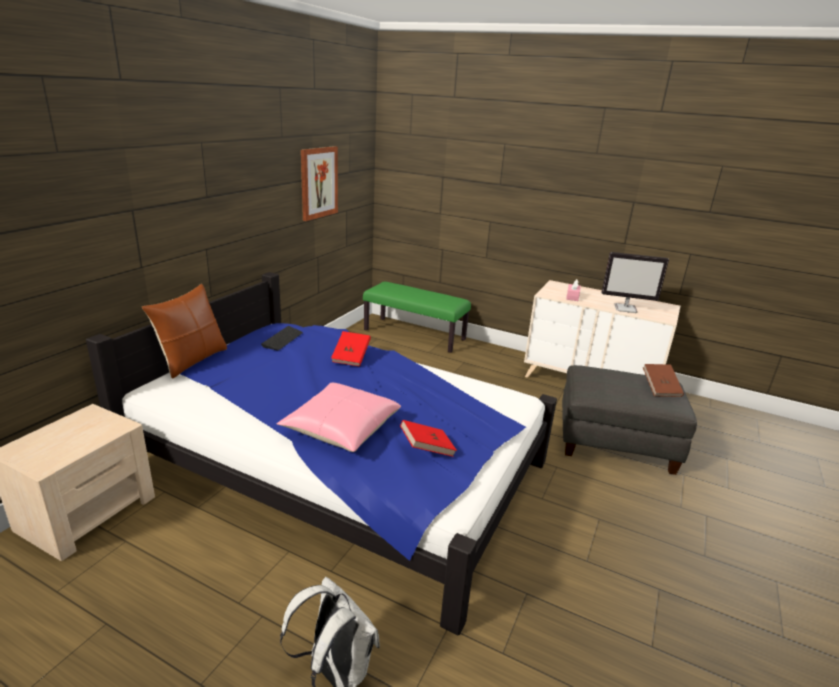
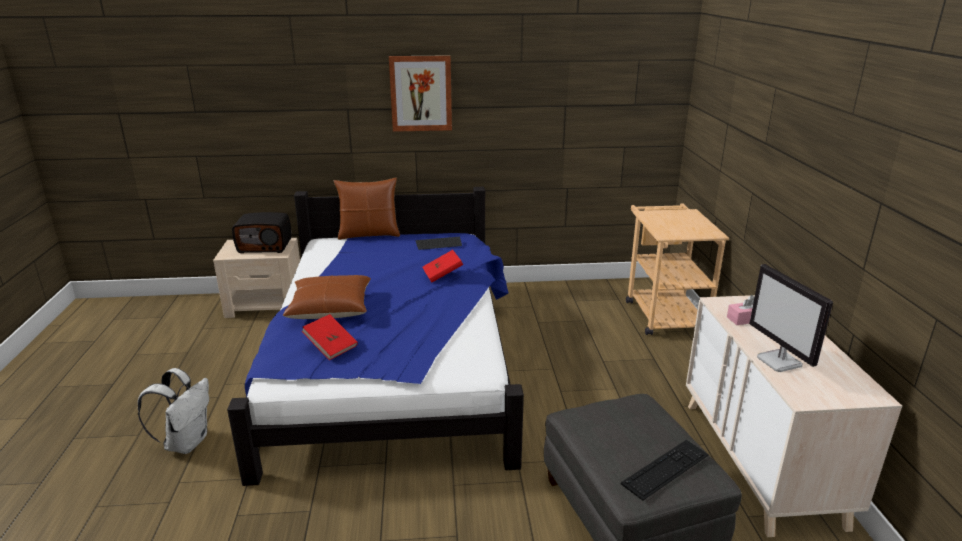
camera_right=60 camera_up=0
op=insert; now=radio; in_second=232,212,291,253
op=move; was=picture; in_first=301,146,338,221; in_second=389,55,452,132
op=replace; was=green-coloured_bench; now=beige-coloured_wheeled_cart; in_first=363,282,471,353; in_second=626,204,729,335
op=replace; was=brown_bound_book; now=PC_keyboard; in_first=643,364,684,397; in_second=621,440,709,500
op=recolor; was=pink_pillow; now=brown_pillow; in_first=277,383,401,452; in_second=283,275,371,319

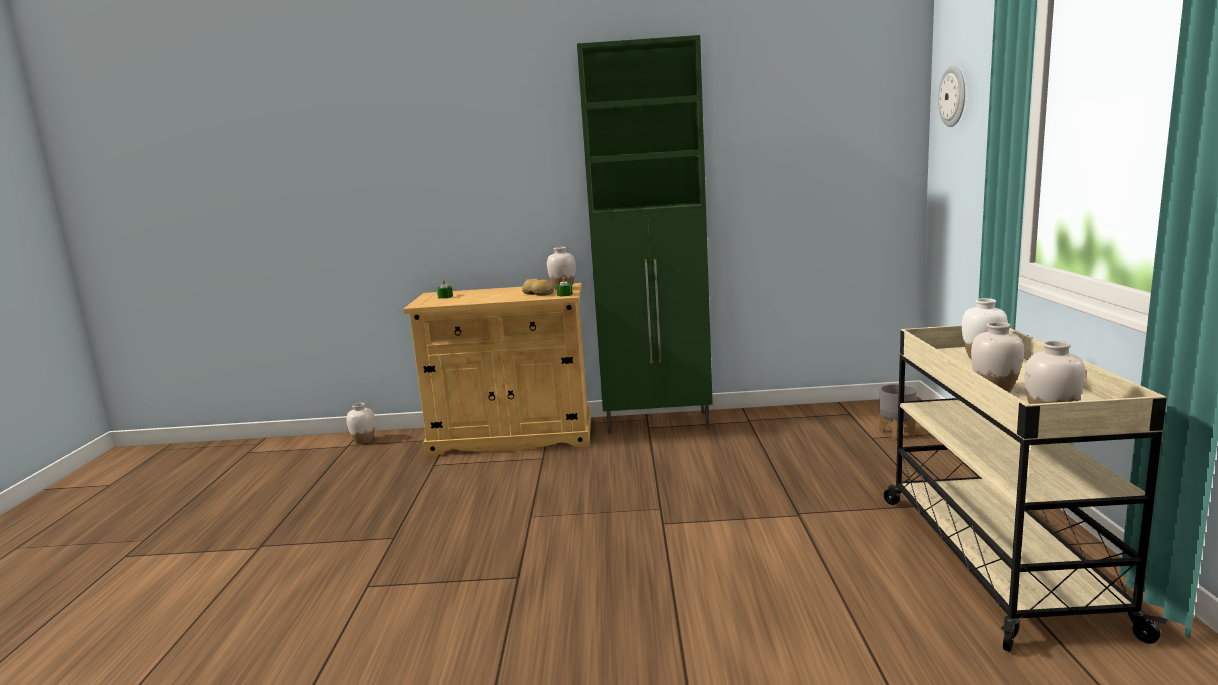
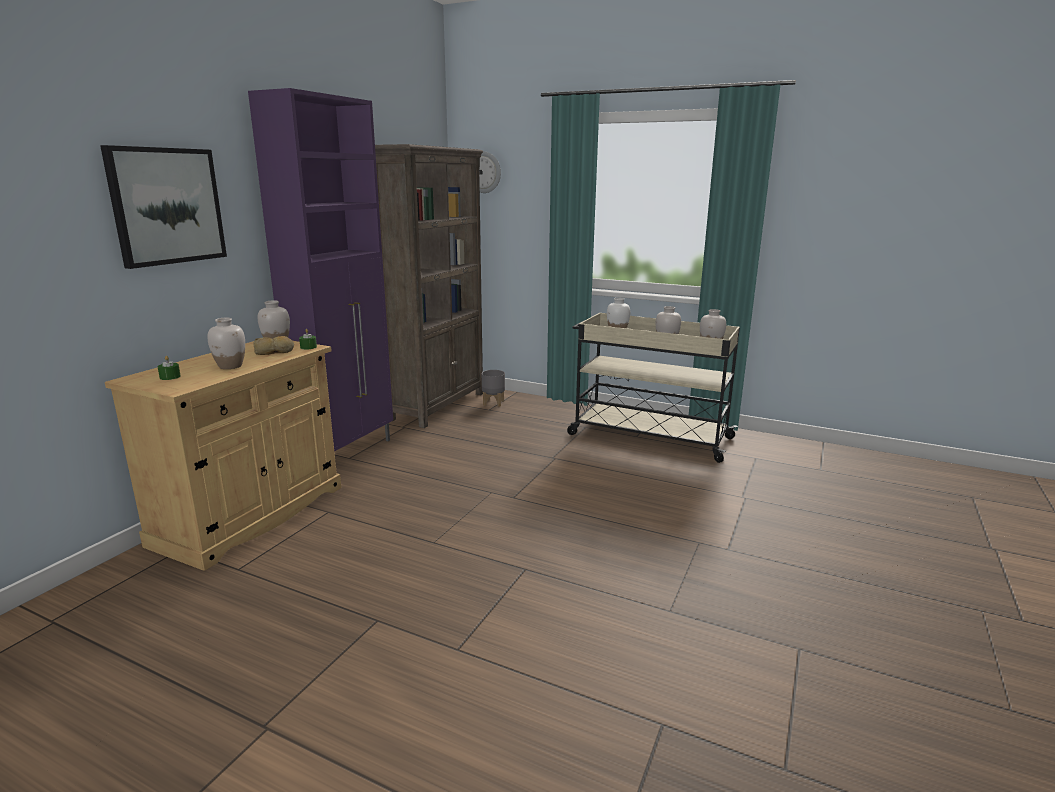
camera_right=-65 camera_up=5
op=insert; now=picture; in_second=100,145,227,269
op=insert; now=brown_bookcase; in_second=375,144,483,428
op=move; was=whitish_vase; in_first=346,403,375,444; in_second=207,318,245,369
op=recolor; was=green-coloured_cabinet; now=purple-coloured_cabinet; in_first=577,35,713,434; in_second=248,88,393,451

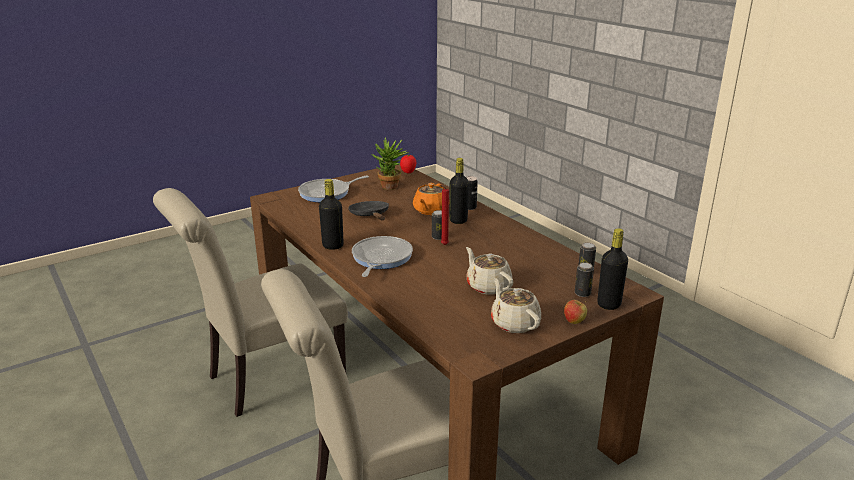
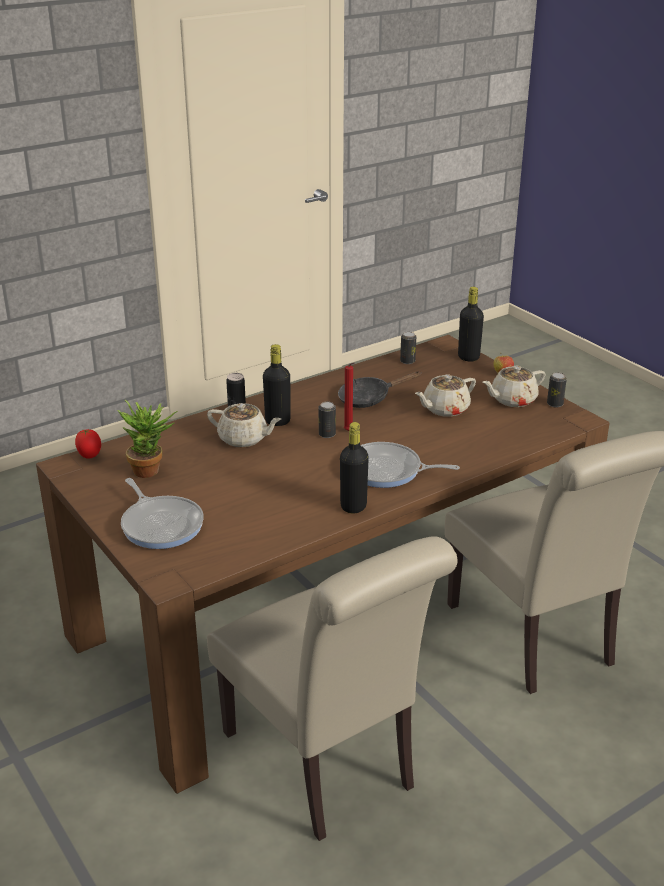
camera_right=-90 camera_up=5
op=move; was=blackish_skillet; in_first=349,201,389,220; in_second=338,371,421,408
op=move; was=sealed_can; in_first=575,262,594,297; in_second=547,372,567,407
op=recolor; was=orange_pot_for_tea; now=beige-coloured_pot_for_tea; in_first=413,183,450,215; in_second=207,403,281,448

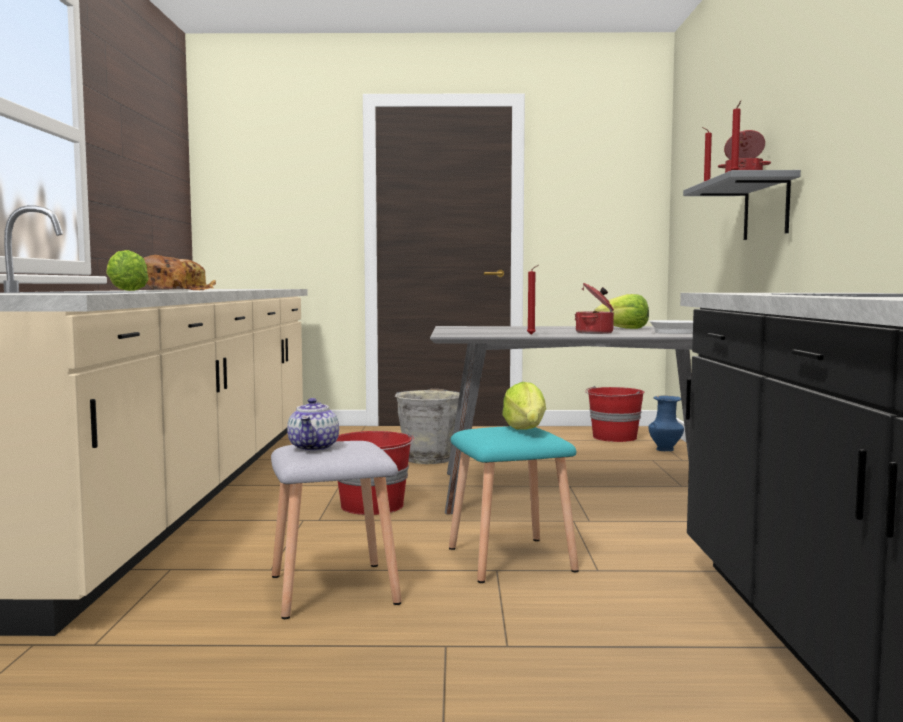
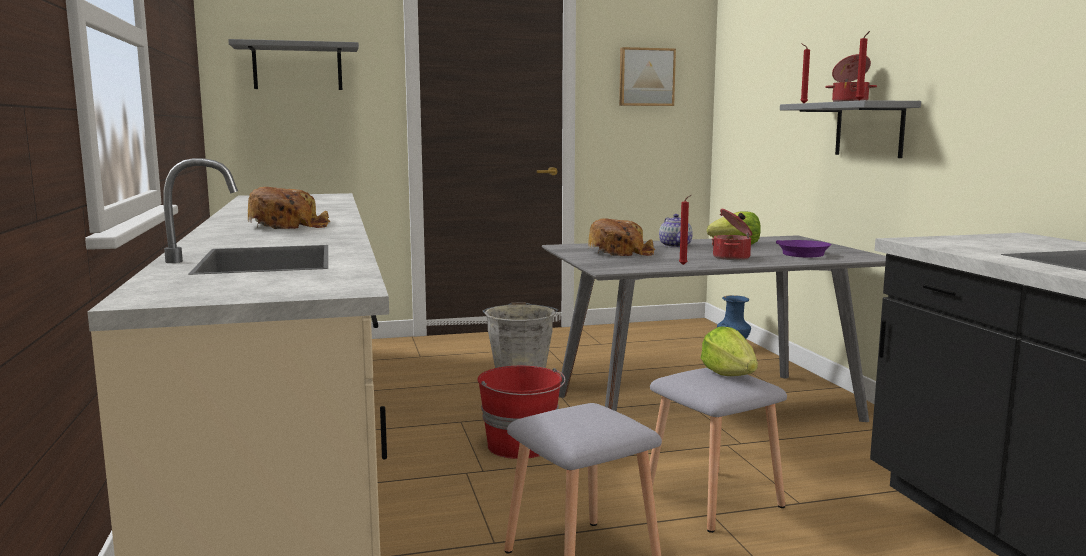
camera_right=-15 camera_up=5
op=delete; was=head_of_lettuce; in_first=106,250,149,291
op=delete; was=red_pail; in_first=585,386,644,442
op=insert; now=grey_shelf; in_second=228,39,359,90
op=insert; now=bakery_bread; in_second=588,218,655,256
op=insert; now=picture; in_second=619,47,676,106
op=move; was=pot_for_tea; in_first=287,398,339,451; in_second=659,214,693,248
op=recolor; was=turquoise-coloured_sitting_stool; now=grey_sitting_stool; in_first=449,426,579,583; in_second=650,368,787,533
op=recolor; was=whitish_skillet; now=purple-coloured_skillet; in_first=649,320,693,334; in_second=776,240,831,257

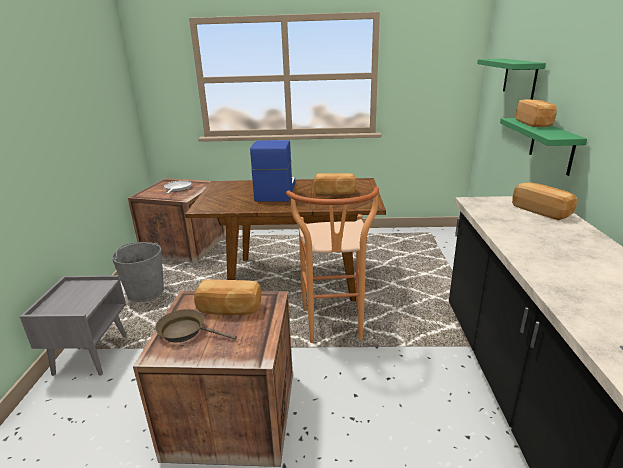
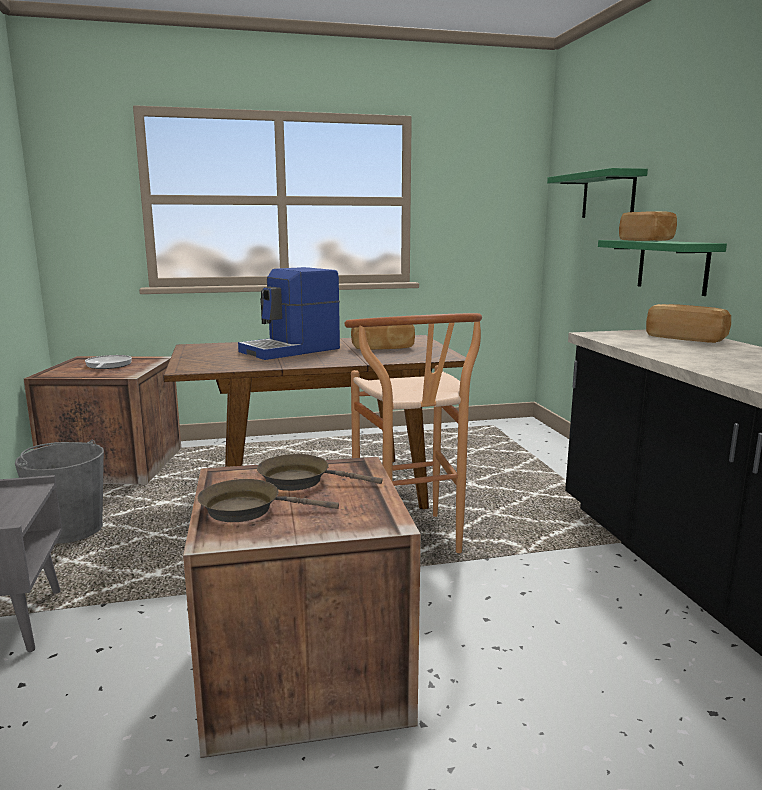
camera_right=-15 camera_up=-10
op=replace; was=bakery_bread; now=brown_skillet; in_first=194,279,262,315; in_second=257,454,382,491
op=rotate; was=coffee_machine; in_first=250,140,295,201; in_second=238,267,340,360; clockwise=-120

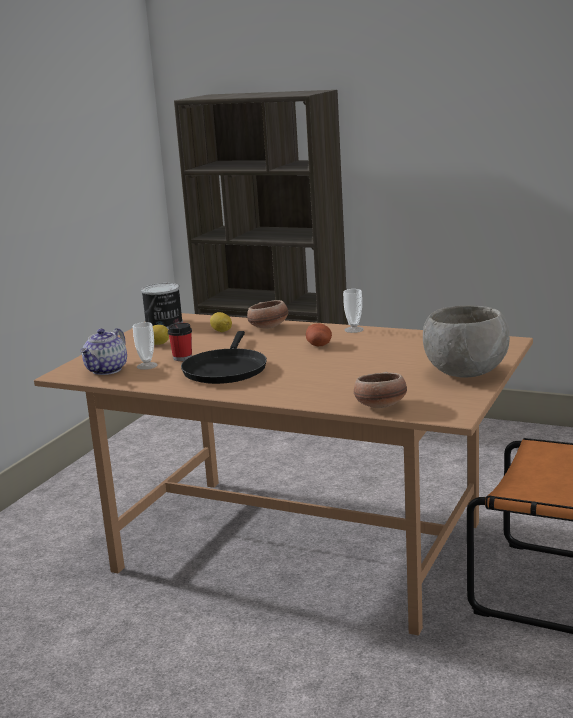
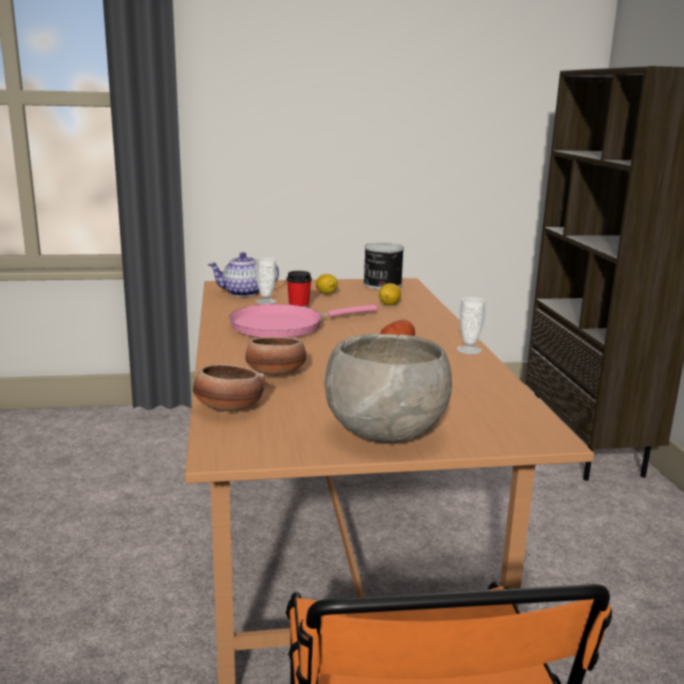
camera_right=55 camera_up=0
op=move; was=bowl; in_first=247,300,288,329; in_second=245,337,306,376
op=recolor; was=blackish_skillet; now=pink_skillet; in_first=181,331,267,384; in_second=229,304,378,338

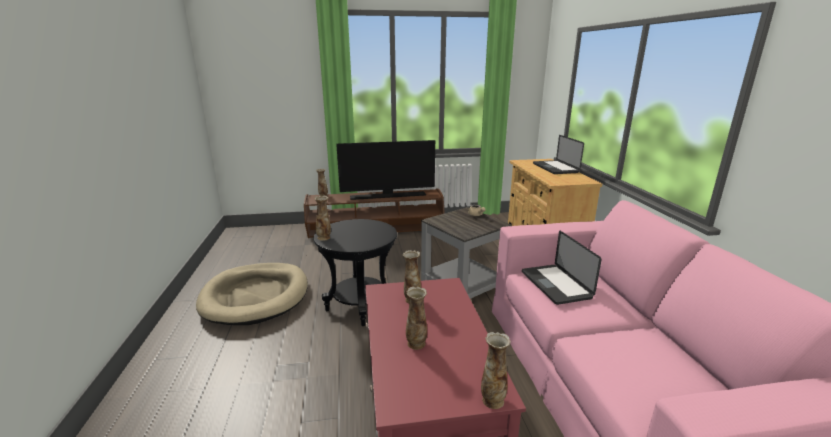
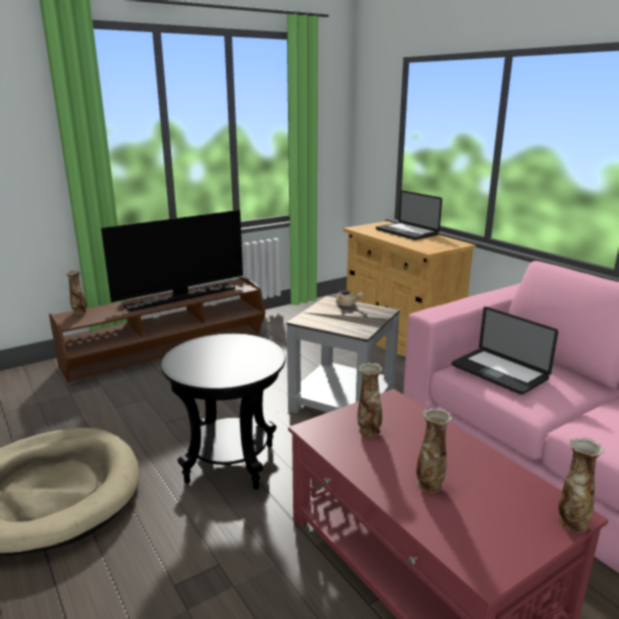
camera_right=-25 camera_up=0
op=delete; was=vase; in_first=315,196,331,241

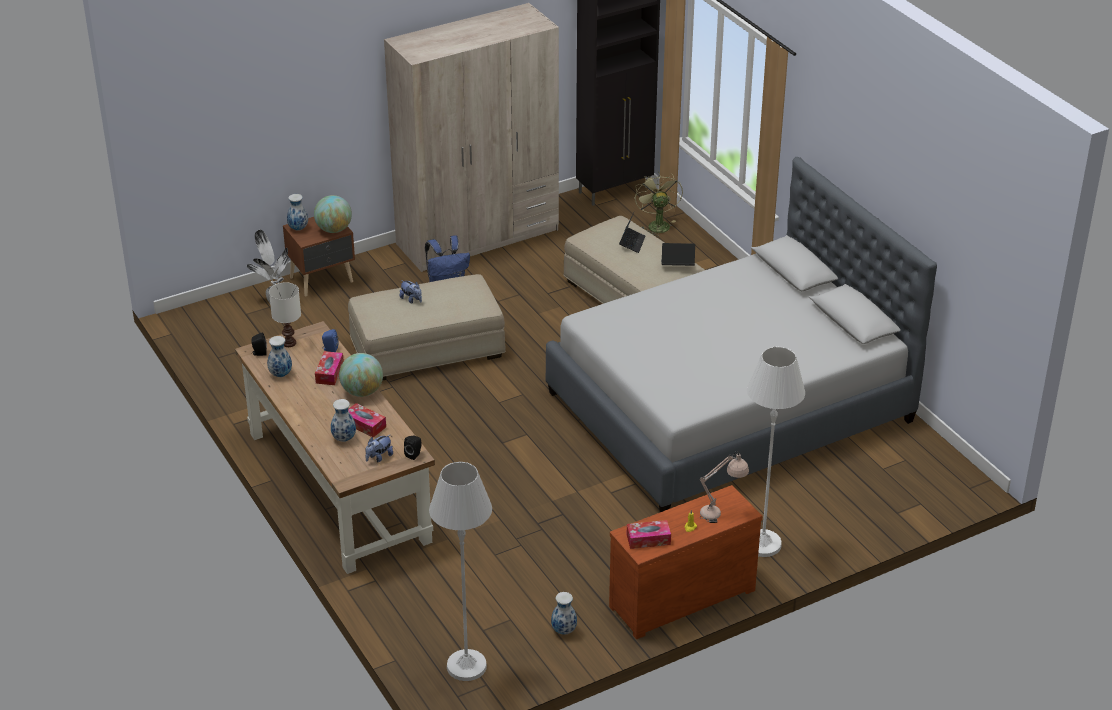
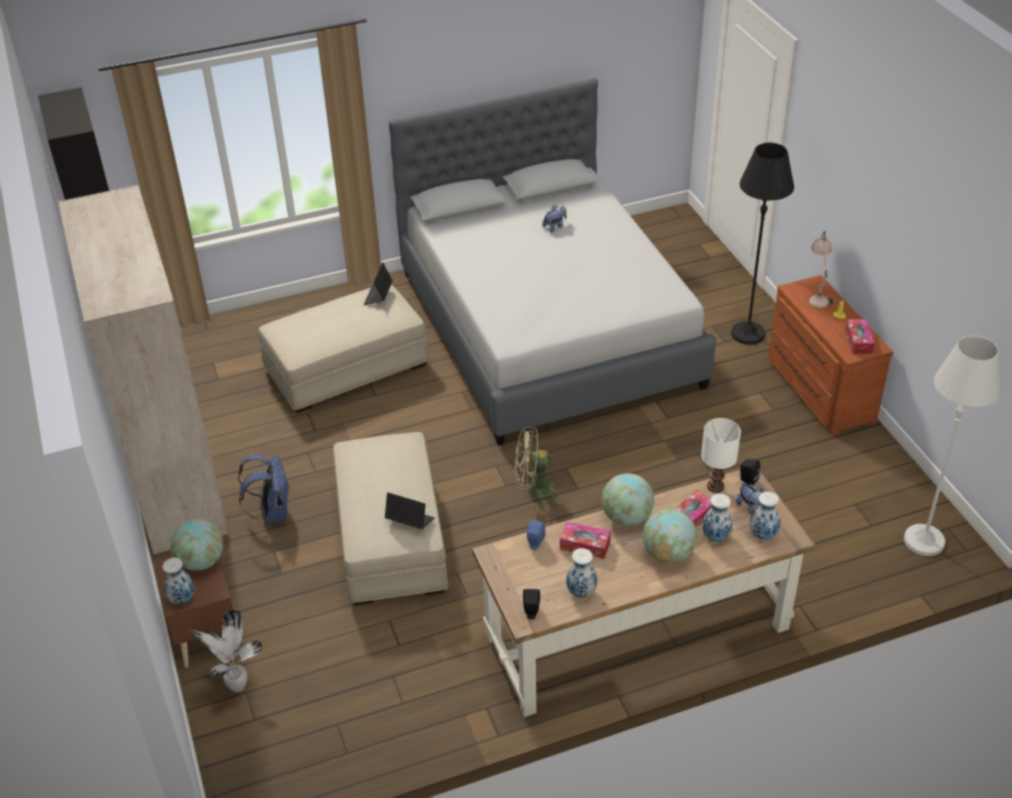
camera_right=-80 camera_up=5
op=insert; now=globe; in_second=643,509,697,564
op=move; was=whitish_tabletop_lamp; in_first=269,282,301,347; in_second=701,418,741,493
op=move; was=cuddly_toy; in_first=400,280,422,304; in_second=543,206,567,232
op=move; was=vase; in_first=551,592,577,635; in_second=750,491,780,539
op=move; was=notebook_computer; in_first=619,212,645,253; in_second=385,493,434,529
op=move; was=green-coloured_cooling_fan; in_first=635,173,683,237; in_second=514,427,563,507
op=recolor; was=whitish_standing_lamp; now=blackish_standing_lamp; in_first=747,346,805,557; in_second=731,143,794,345

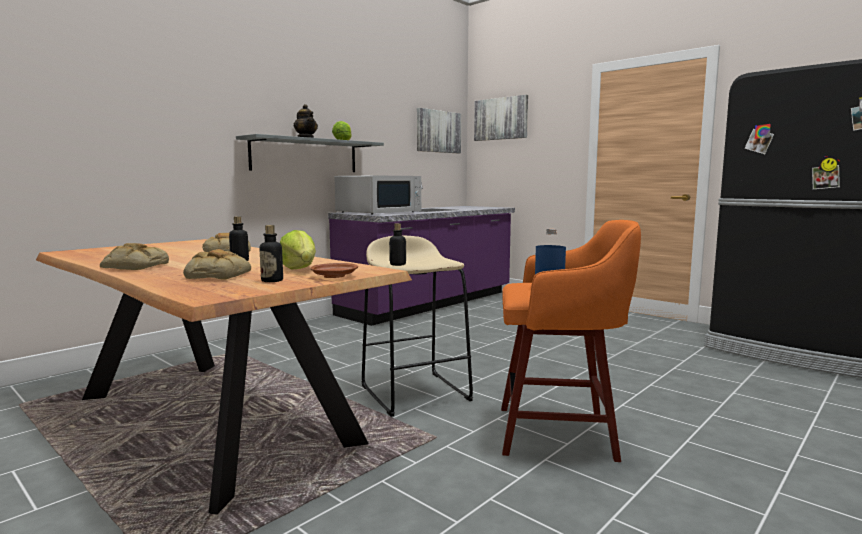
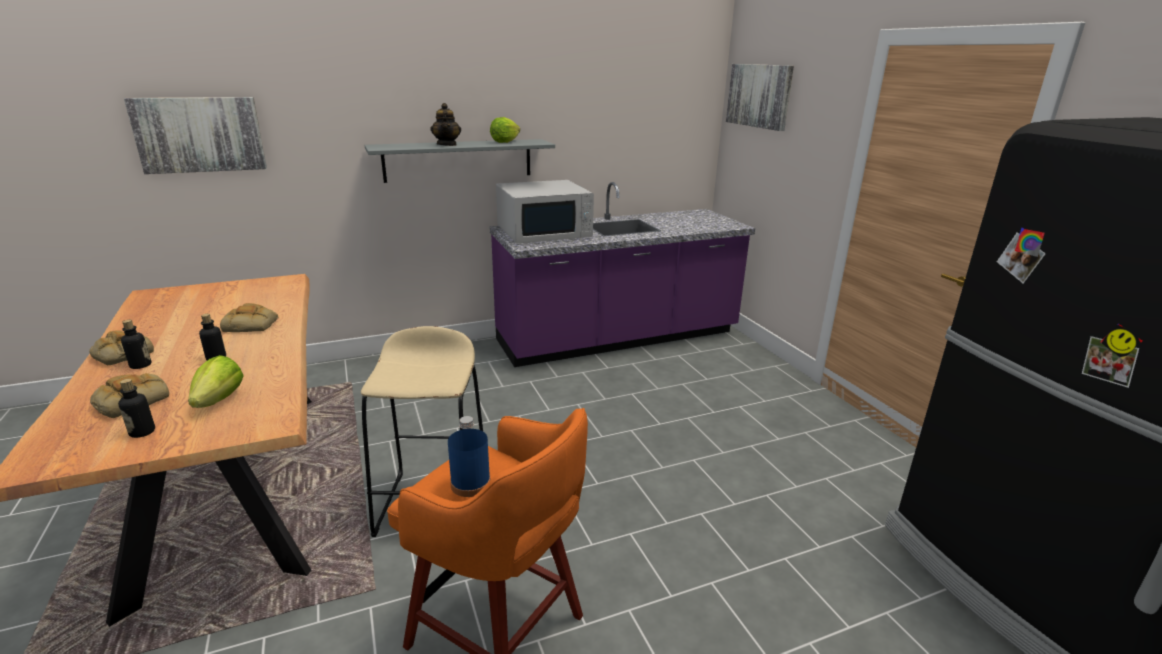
camera_right=25 camera_up=15
op=delete; was=brown_flat_dish; in_first=310,263,358,278
op=move; was=beverage_bottle; in_first=389,223,406,266; in_second=121,320,151,369
op=move; was=picture; in_first=417,108,461,153; in_second=124,97,267,174

